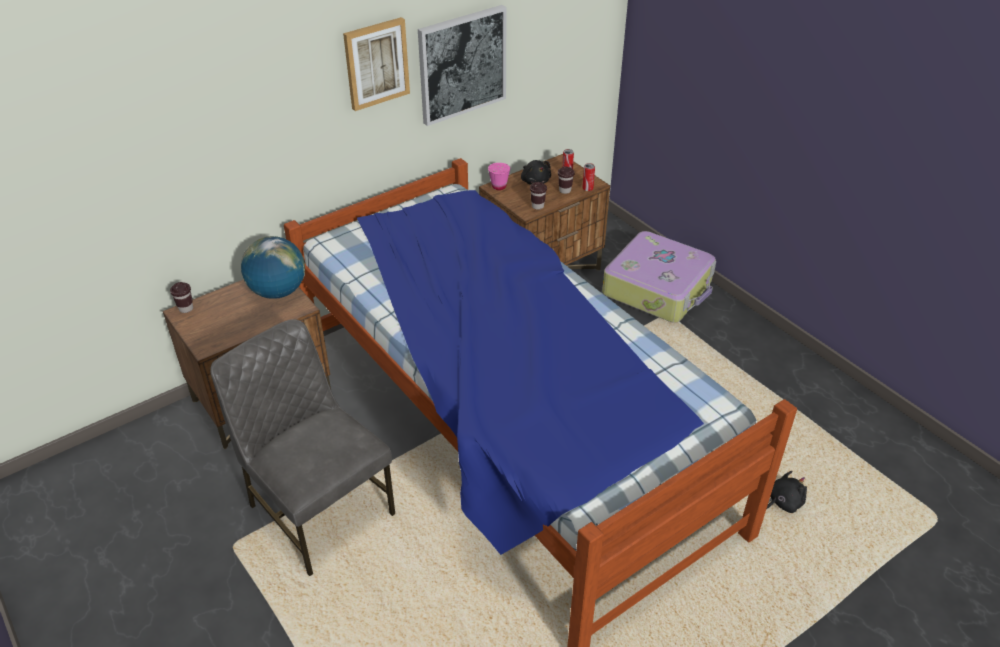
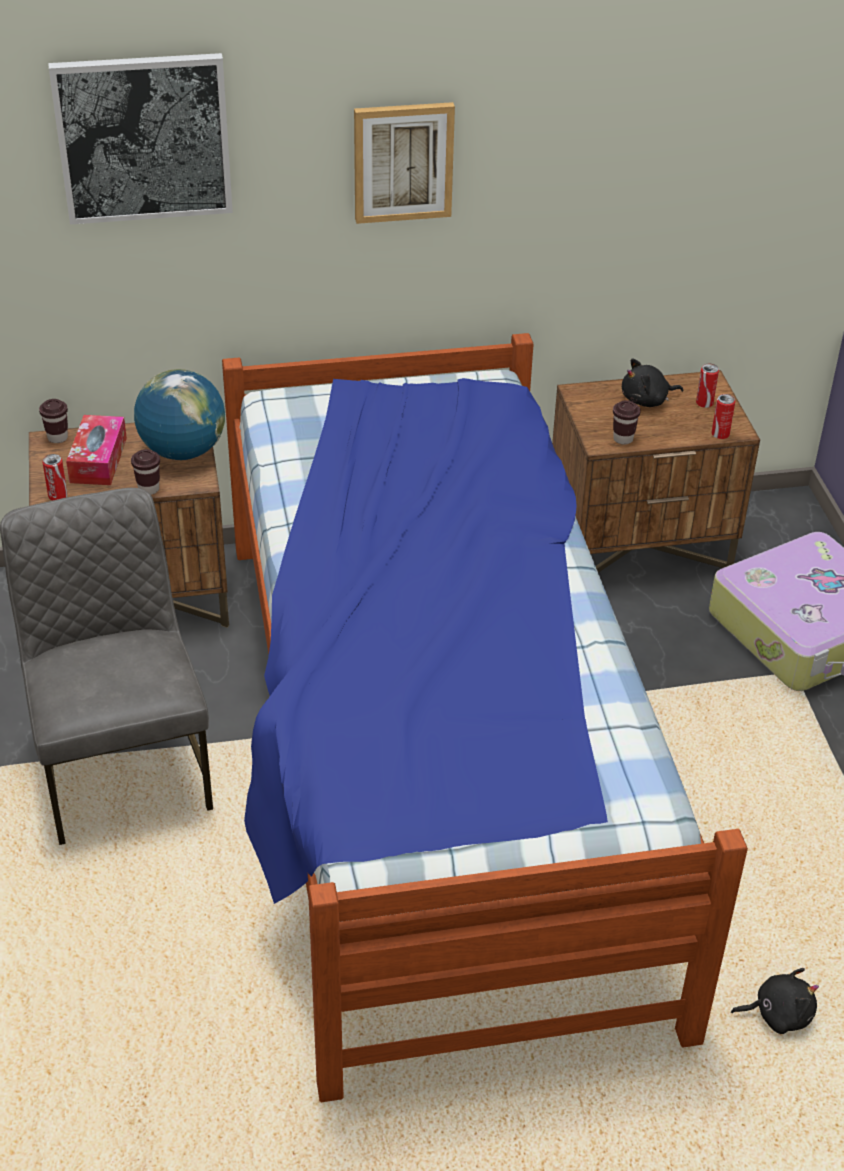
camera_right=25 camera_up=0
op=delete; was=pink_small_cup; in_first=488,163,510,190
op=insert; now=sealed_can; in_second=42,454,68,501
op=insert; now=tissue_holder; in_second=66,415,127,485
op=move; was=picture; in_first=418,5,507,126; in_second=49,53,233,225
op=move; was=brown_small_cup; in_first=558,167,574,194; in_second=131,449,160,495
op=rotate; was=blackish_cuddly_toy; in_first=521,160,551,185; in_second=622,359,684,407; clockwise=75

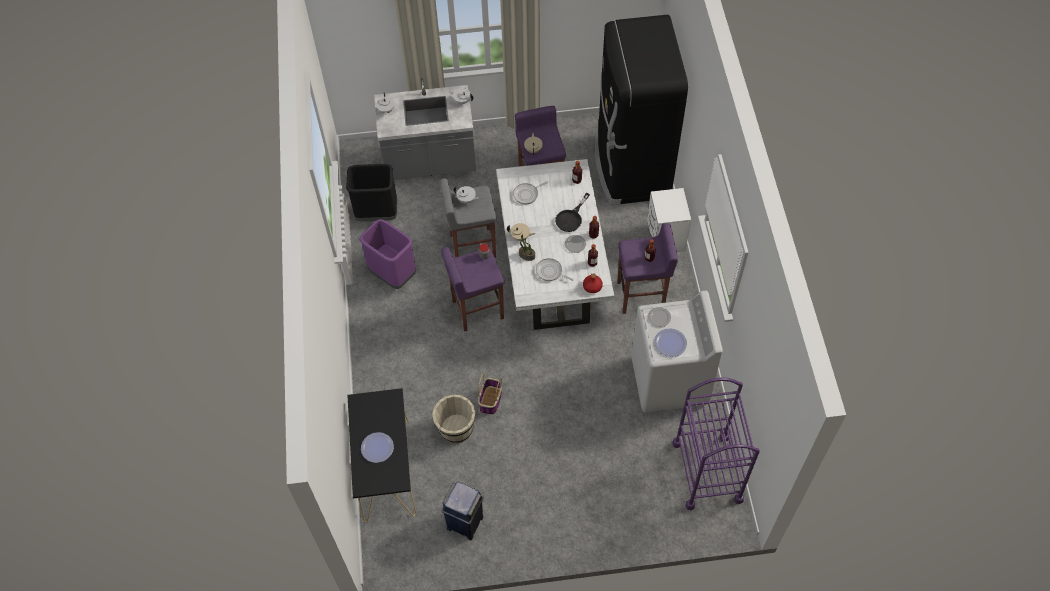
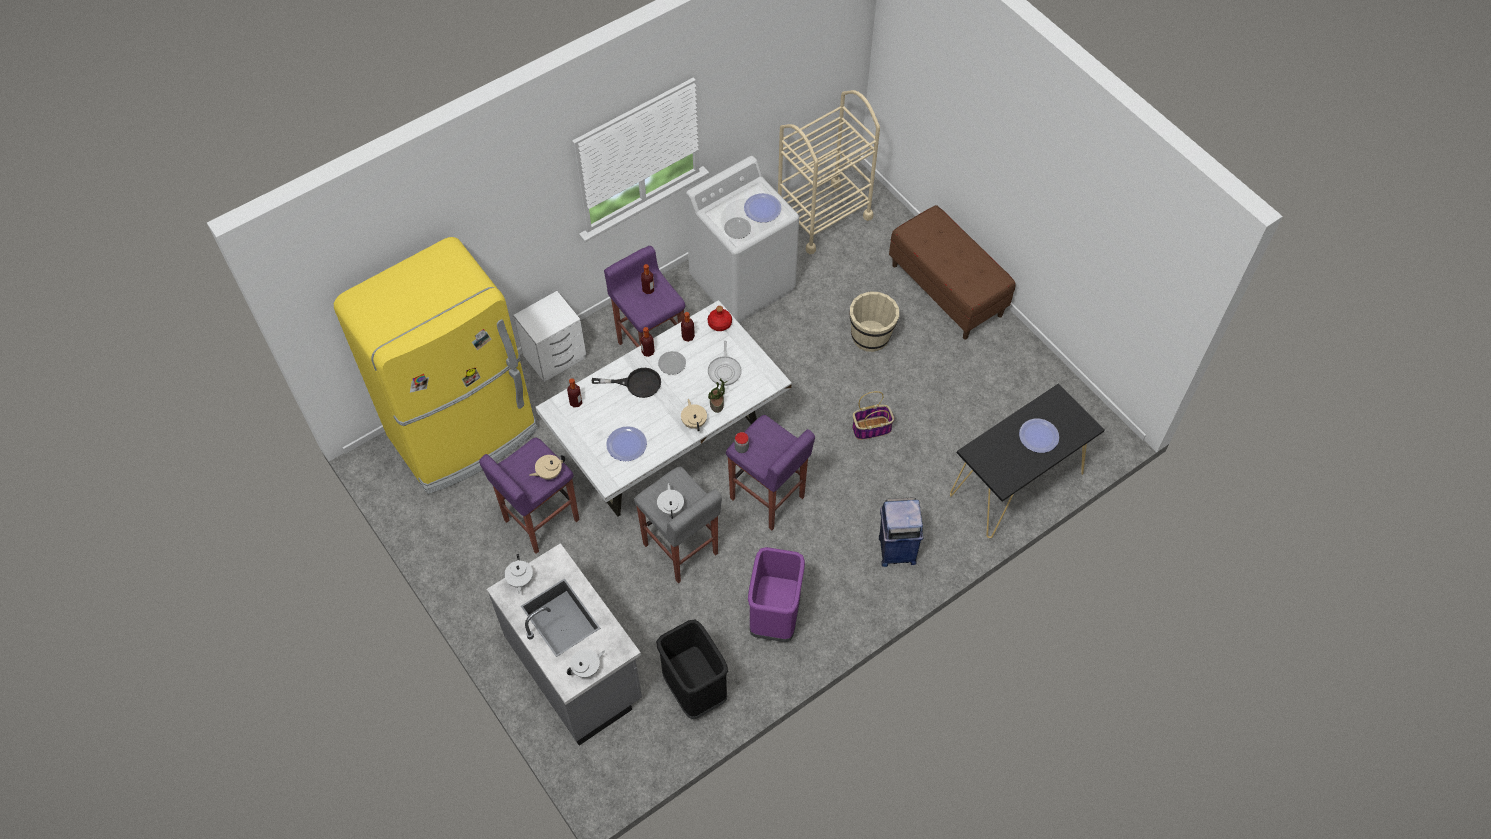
camera_right=-120 camera_up=0
op=insert; now=brown_bench; in_second=889,205,1016,340
op=move; was=beige-coloured_pail; in_first=432,394,475,444; in_second=850,291,899,352
op=move; was=blue-coloured_trash_can; in_first=441,481,484,541; in_second=879,497,923,567
op=replace; was=skillet; now=flat_dish; in_first=513,181,548,204; in_second=606,426,647,461
op=recolor; was=blackish_kitchen_fridge; now=yellow-coloured_kitchen_fridge; in_first=595,15,688,205; in_second=334,237,538,494
op=recolor; was=purple-coloured_wheeled_cart; now=beige-coloured_wheeled_cart; in_first=672,377,760,510; in_second=778,90,880,254

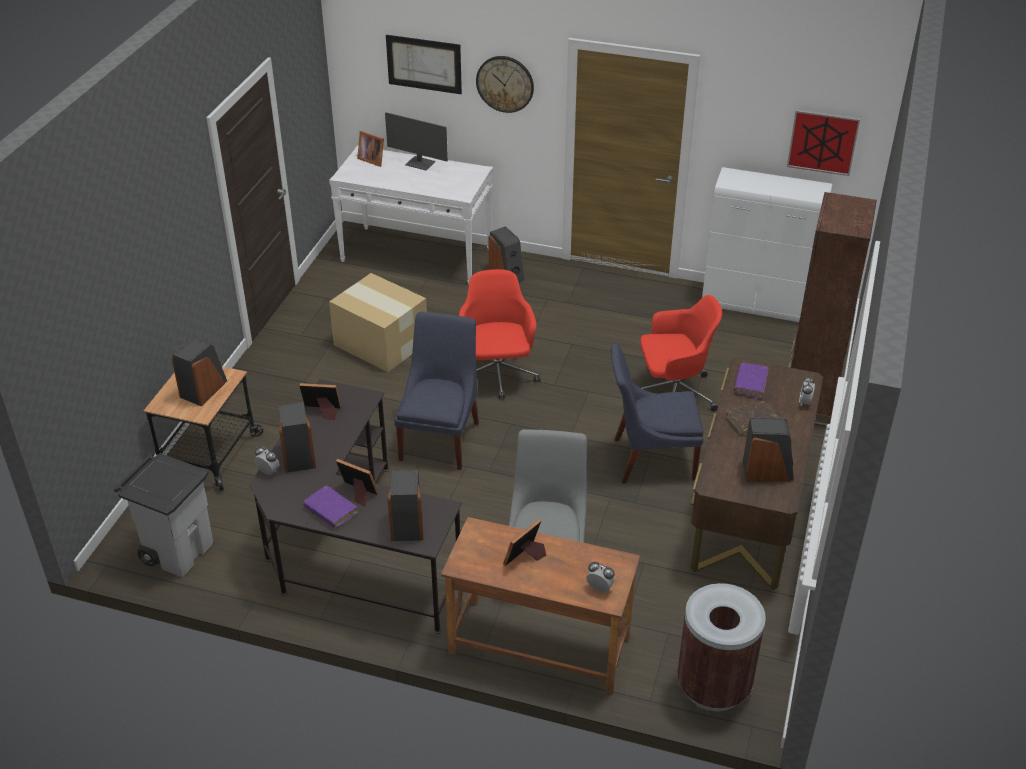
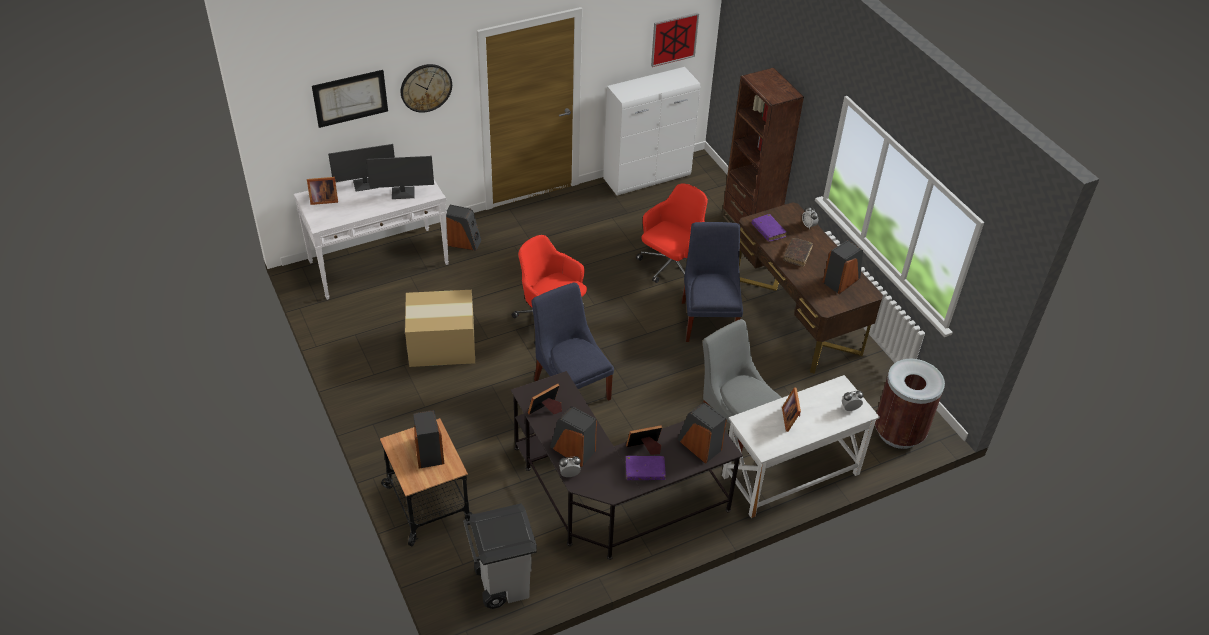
camera_right=-45 camera_up=5
op=insert; now=computer_screen; in_second=366,156,434,199
op=recolor; was=brown_desk_unit; now=whitish_desk_unit; in_first=441,517,641,694; in_second=722,375,880,518
op=rotate; was=blue-coloured_upright_chair; in_first=611,344,704,484; in_second=682,222,743,342; clockwise=135

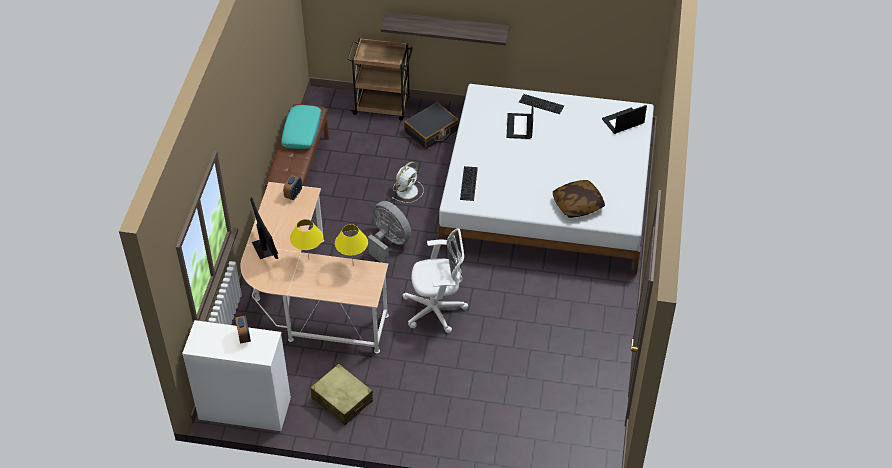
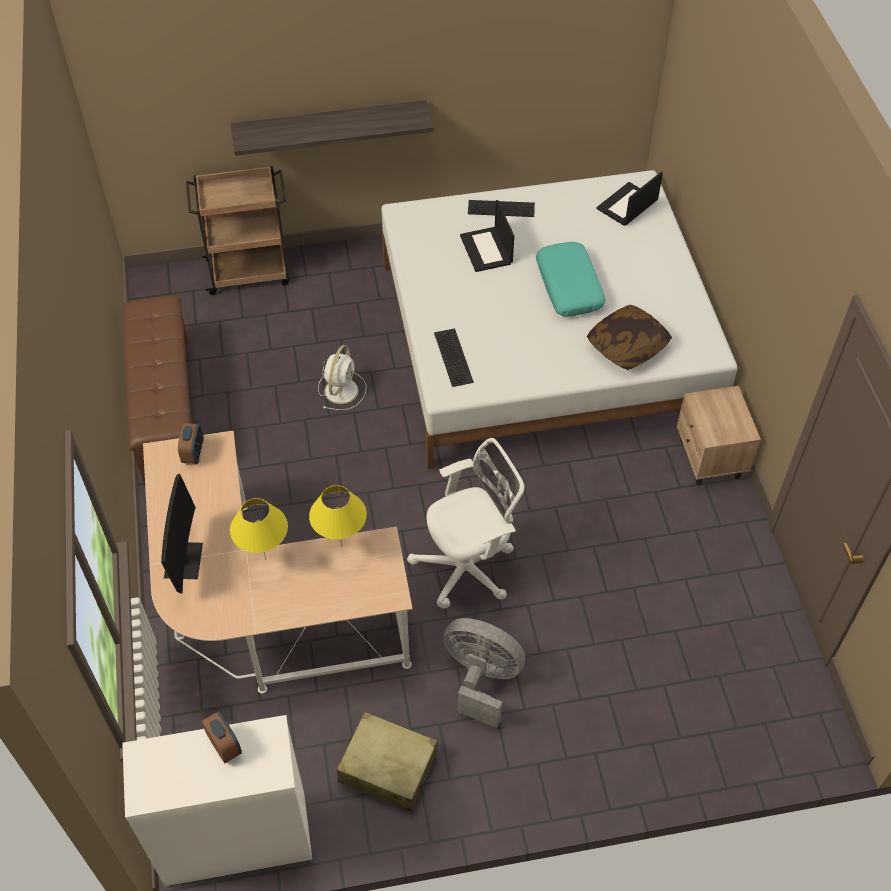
camera_right=-20 camera_up=5
op=delete; was=blackish_piece_of_luggage; in_first=404,102,459,149
op=insert; now=beige-coloured_nightstand; in_second=677,386,761,485
op=move; was=turquoise-coloured_pillow; in_first=281,105,321,149; in_second=536,242,606,317
op=move; was=grey_cooling_fan; in_first=368,201,412,264; in_second=443,618,525,728
op=rotate; was=computer_screen; in_first=250,197,278,259; in_second=161,474,203,594; clockwise=45

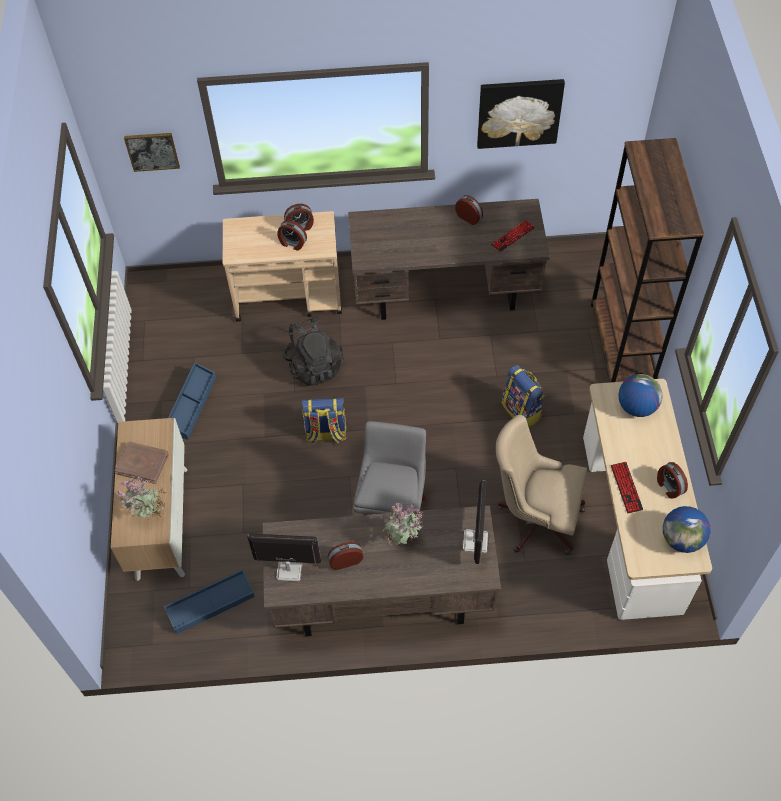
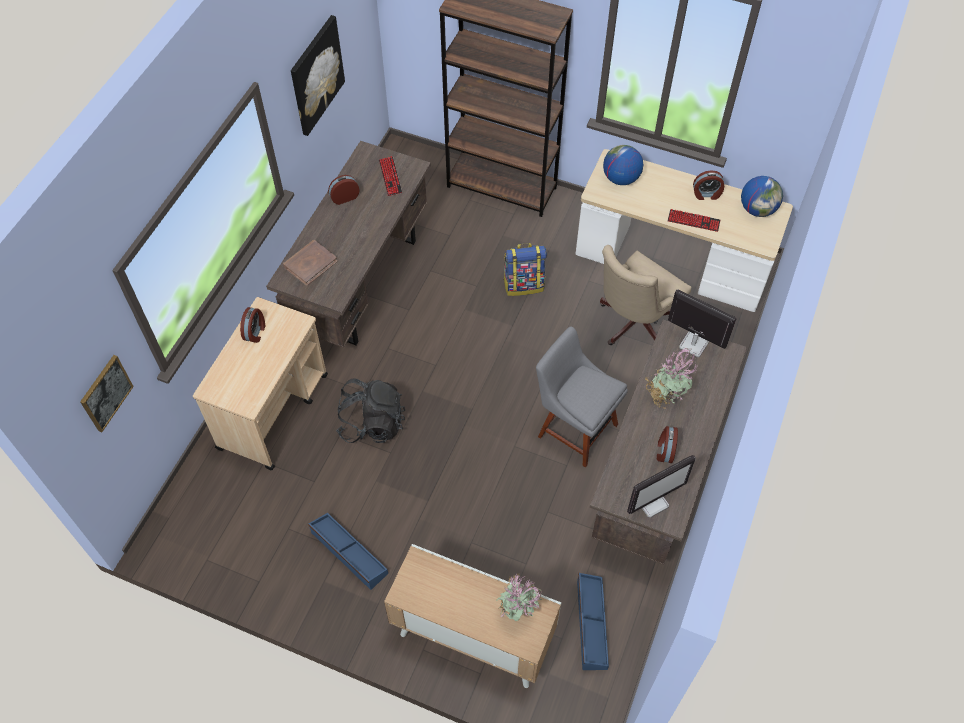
camera_right=-65 camera_up=0
op=delete; was=bedside_clock; in_first=277,220,307,251
op=delete; was=knapsack; in_first=302,397,347,444
op=move; was=brown_bound_book; in_first=115,441,168,484; in_second=283,240,337,286
op=rotate; was=computer_screen; in_first=247,533,321,582; in_second=627,455,696,517; clockwise=-150

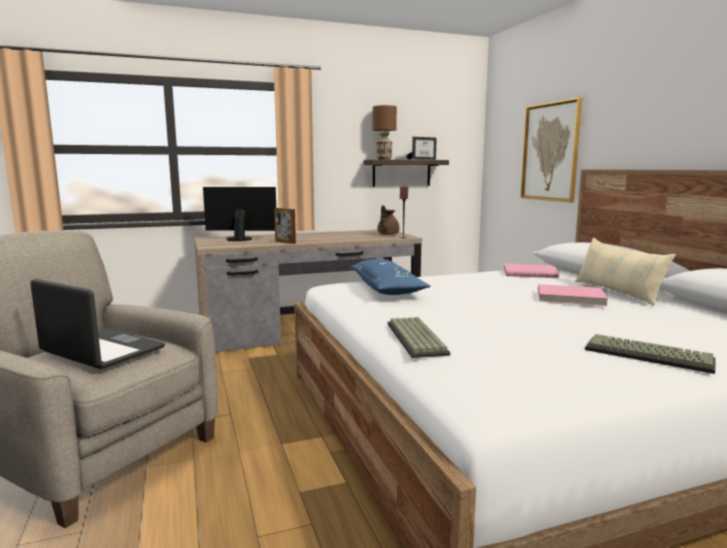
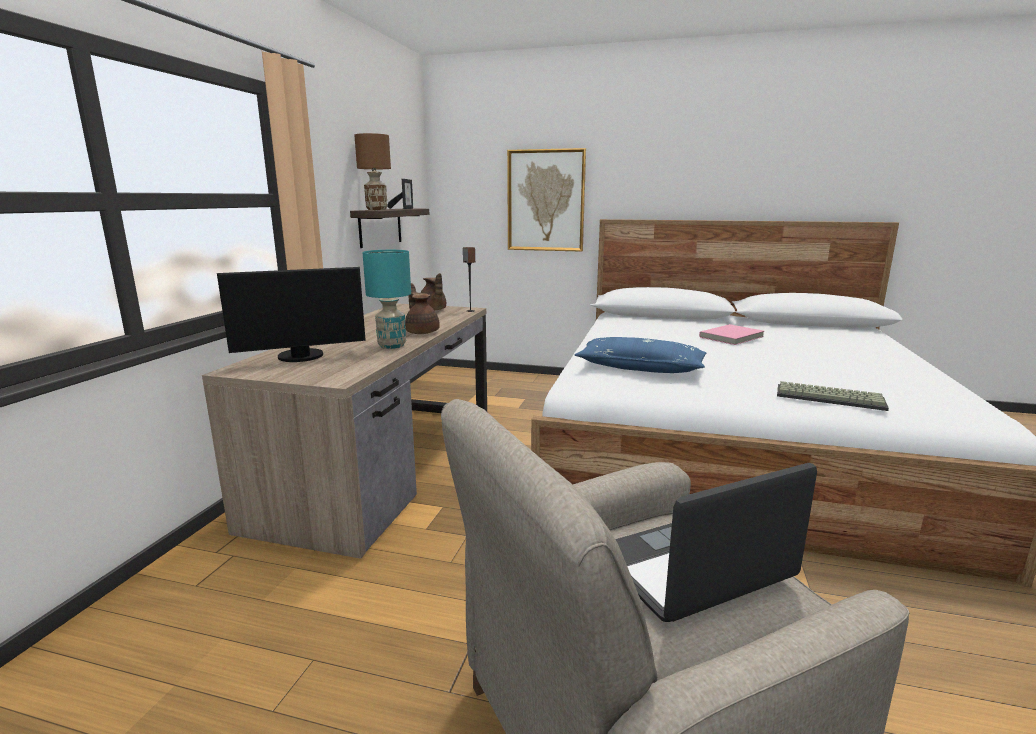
camera_right=-55 camera_up=5
op=delete; was=pink_bound_book; in_first=504,263,559,278
op=delete; was=beige-coloured_pillow; in_first=575,238,676,306
op=delete; was=PC_keyboard; in_first=585,334,716,374
op=insert; now=brown_pot_for_tea; in_second=405,283,440,334
op=replace; was=standing_frame; now=turquoise-coloured_tabletop_lamp; in_first=274,208,296,244; in_second=362,250,411,349
op=rotate; was=computer_screen; in_first=203,187,276,241; in_second=217,267,366,362; clockwise=-150

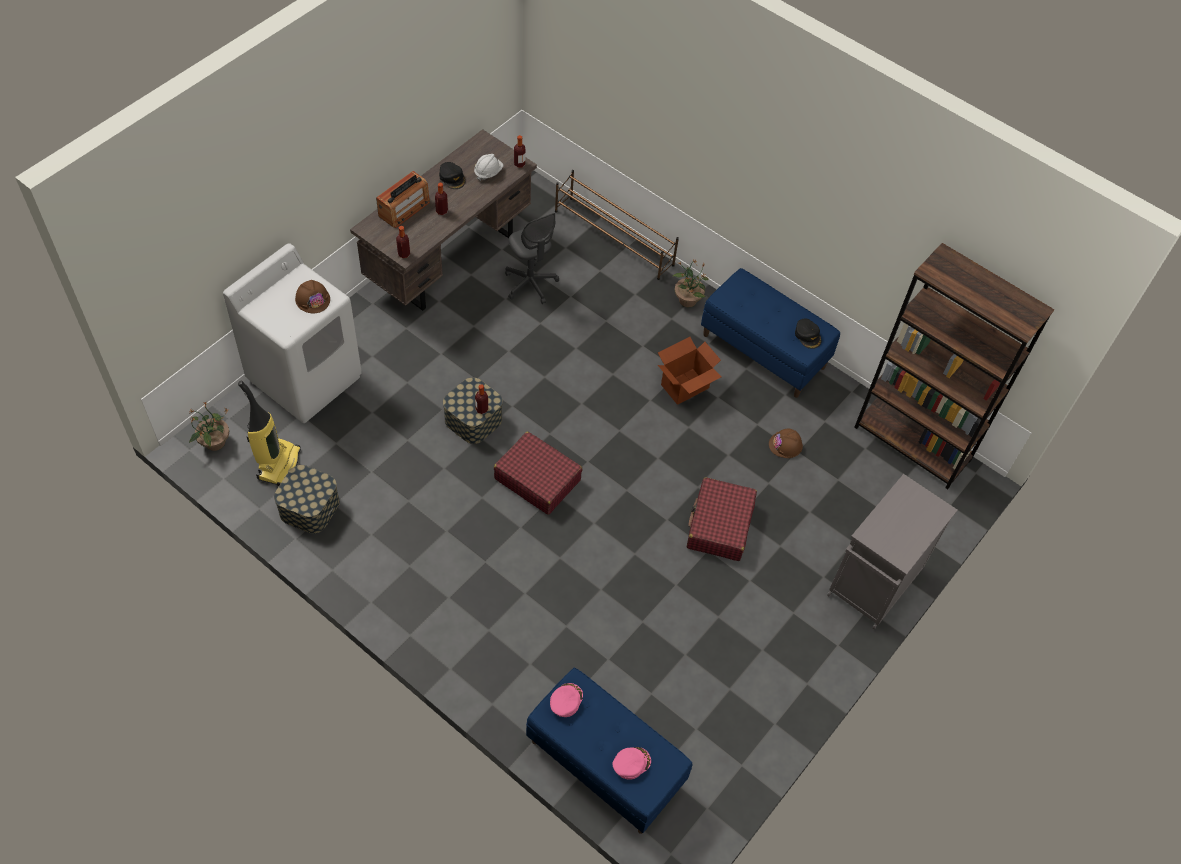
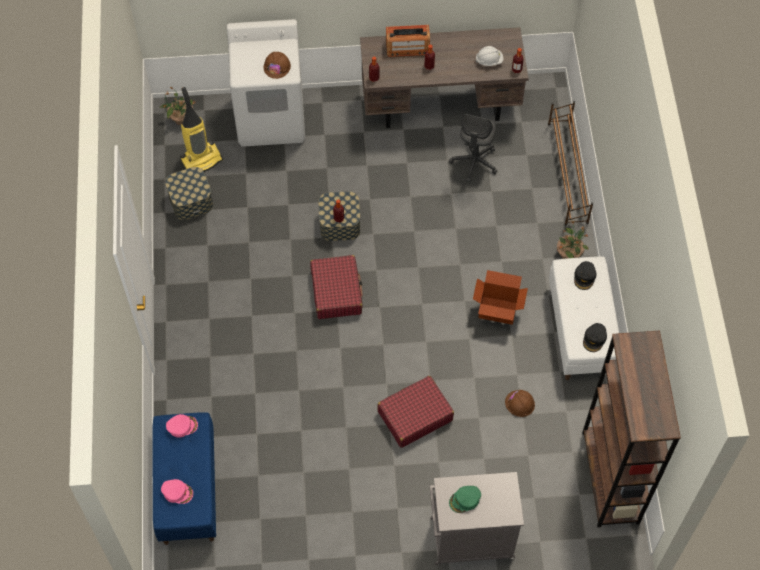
camera_right=50 camera_up=5
op=insert; now=green-coloured_cap; in_second=449,486,481,513
op=move; was=blackish_cap; in_first=439,162,465,189; in_second=574,261,597,290
op=recolor; was=blue-coloured_bench; now=whitish_bench; in_first=701,268,840,398; in_second=549,256,619,380

